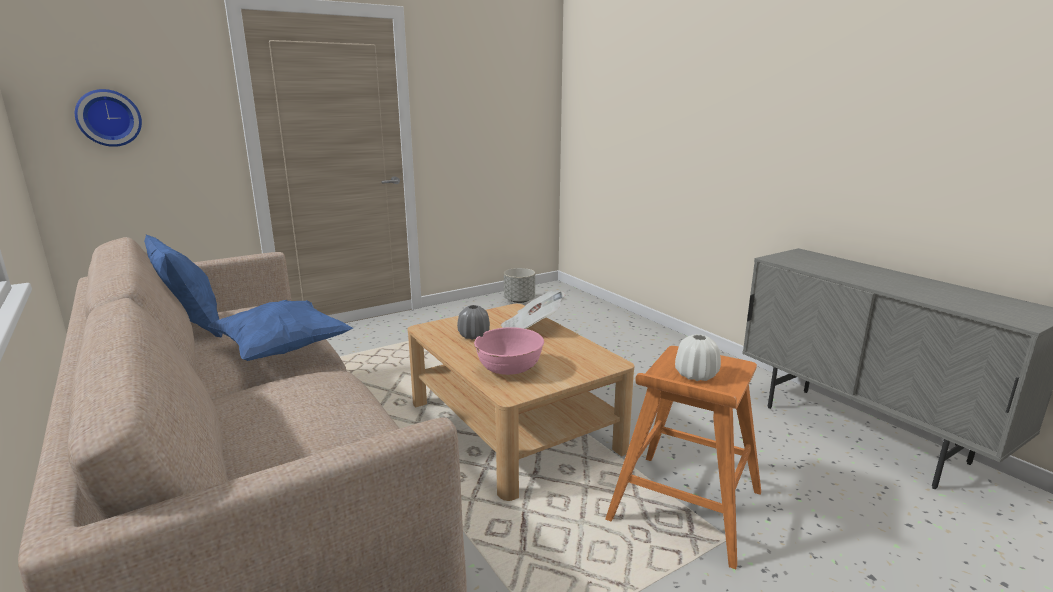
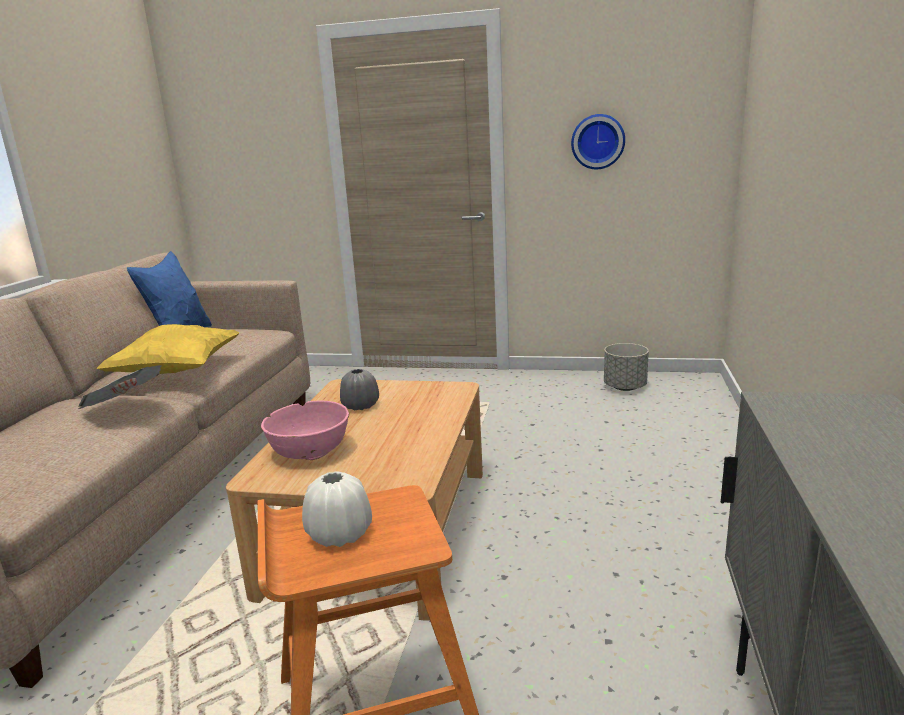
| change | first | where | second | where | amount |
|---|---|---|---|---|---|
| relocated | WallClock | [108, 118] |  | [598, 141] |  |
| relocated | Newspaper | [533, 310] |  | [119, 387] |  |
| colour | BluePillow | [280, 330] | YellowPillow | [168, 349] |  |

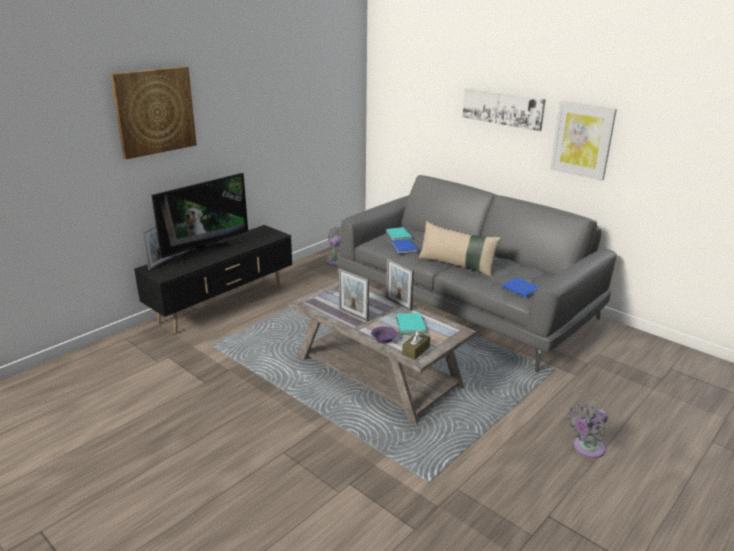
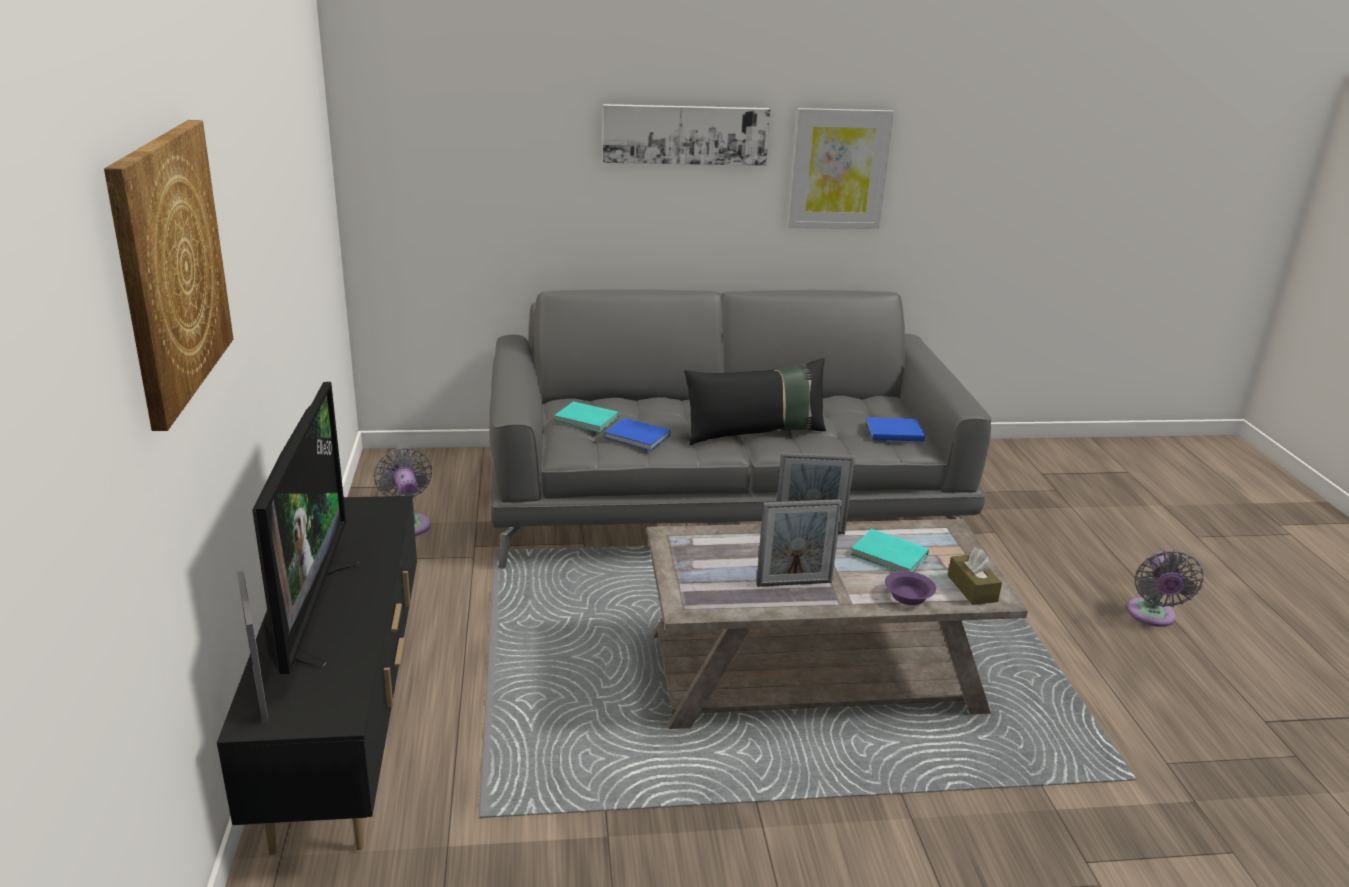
| change | first | where | second | where | amount |
|---|---|---|---|---|---|
| colour | BeigePillow | [460, 249] | BlackPillow | [755, 401] |  |

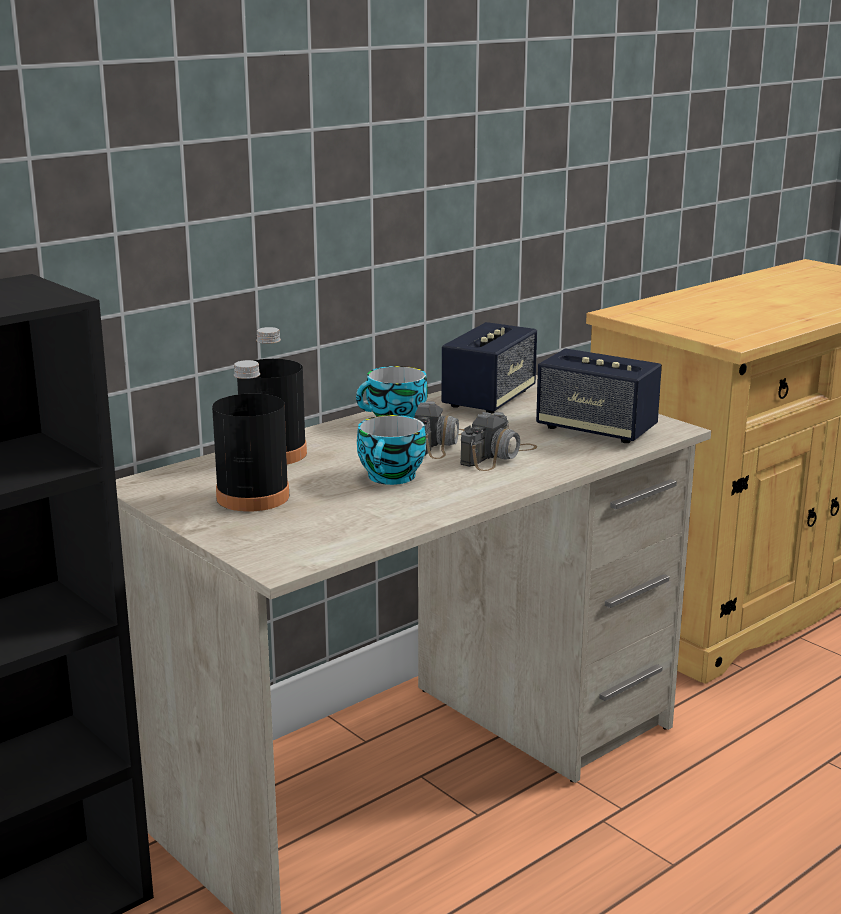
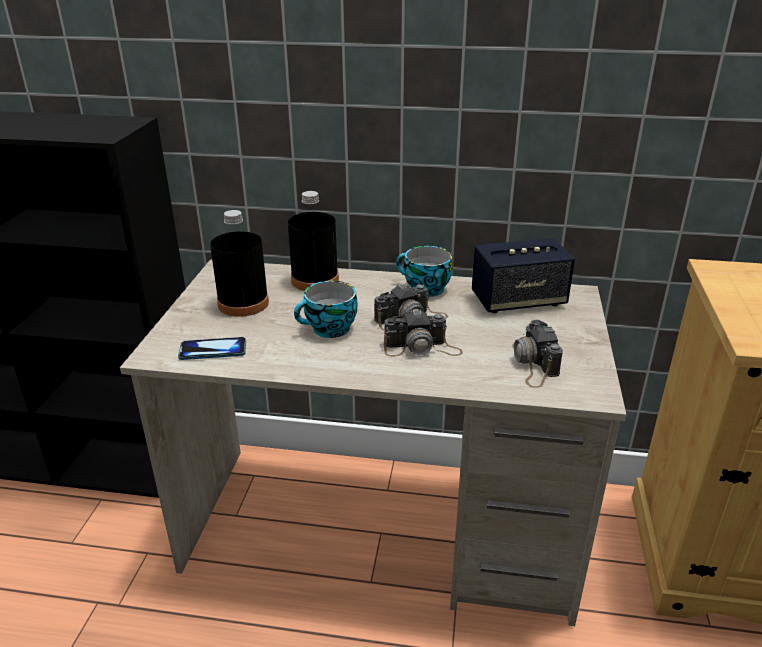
| change | first | where | second | where | amount |
|---|---|---|---|---|---|
| exchanged | Speaker | [599, 395] | PhotoCamera | [537, 354] |  |
| appeared |  |  | Phone | [212, 348] |  |

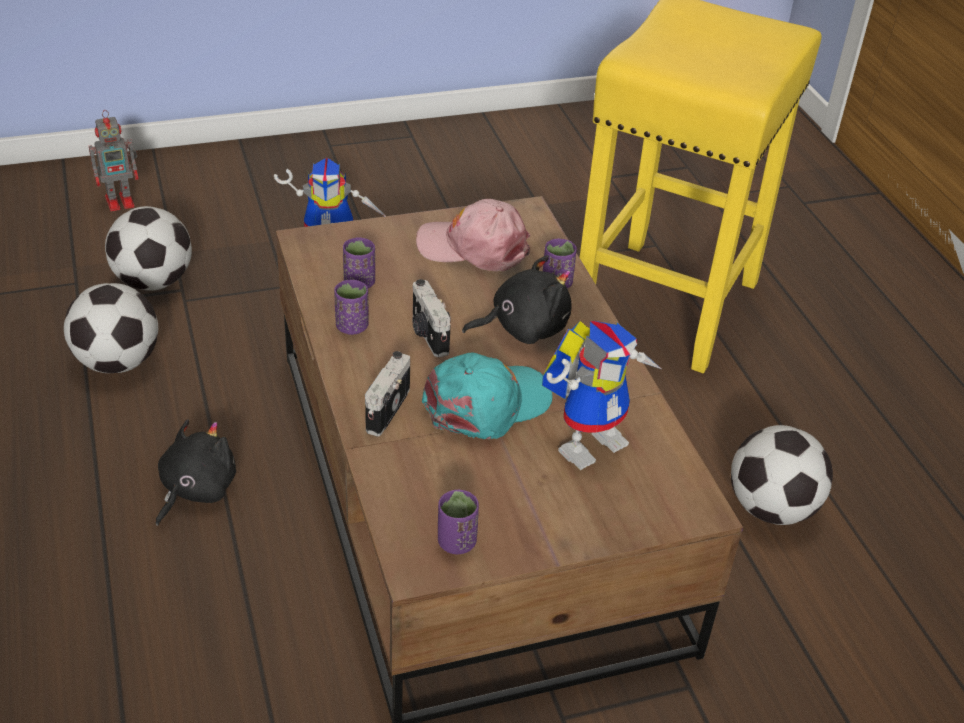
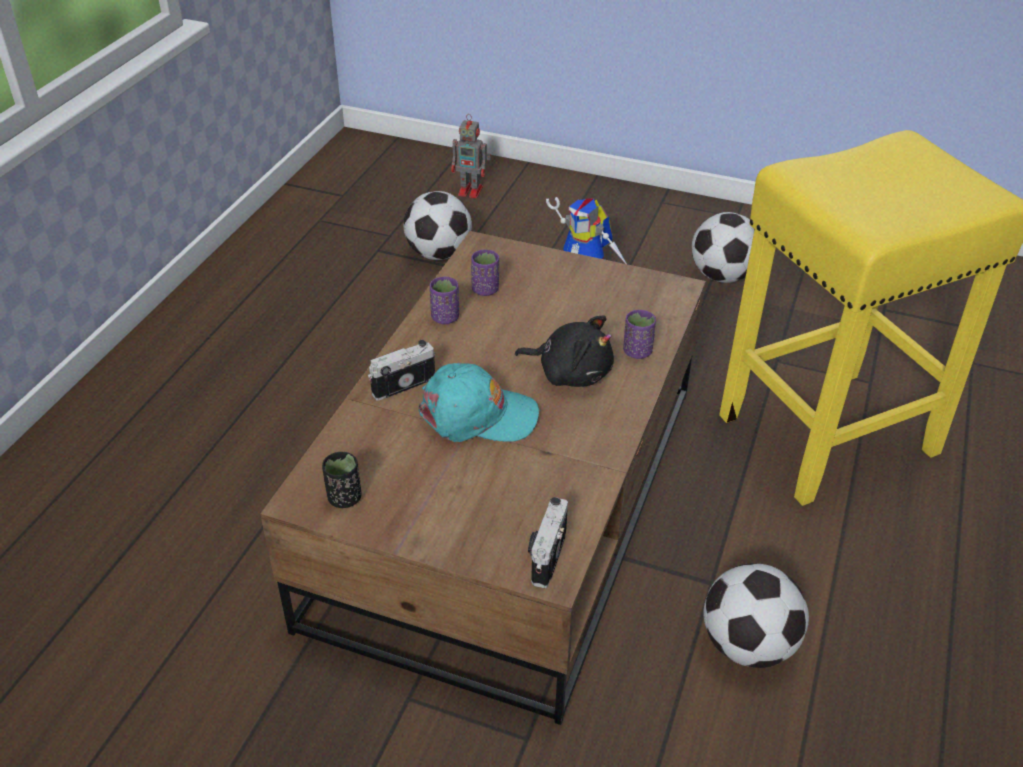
| change | first | where | second | where | amount |
|---|---|---|---|---|---|
| missing | PinkCap | [473, 235] |  |  |  |
| relocated | PhotoCamera | [431, 318] |  | [548, 542] |  |
| relocated | Football | [111, 328] |  | [723, 247] |  |
| missing | ToyRobot | [602, 395] |  |  |  |
| missing | BlackPlushToy | [196, 472] |  |  |  |
| colour | PurpleCup | [458, 521] | BlackCup | [342, 480] |  |

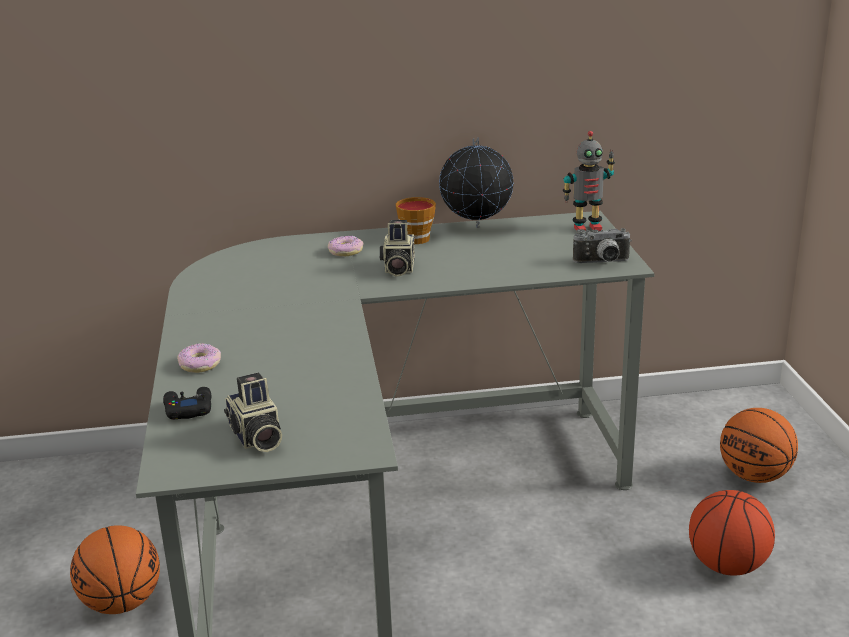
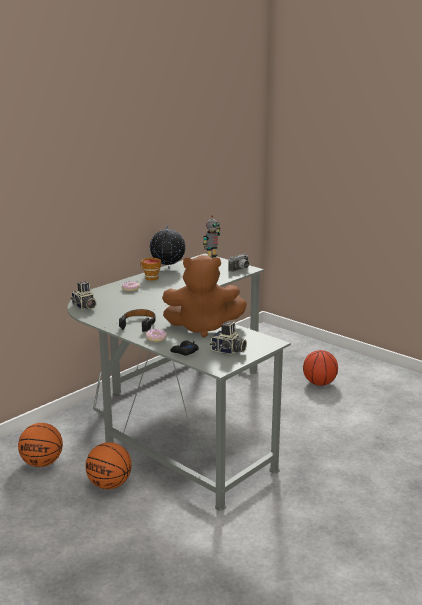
| change | first | where | second | where | amount |
|---|---|---|---|---|---|
| relocated | PhotoCamera | [397, 248] |  | [84, 295] |  |
| relocated | Basketball | [759, 445] |  | [40, 445] |  |
| appeared |  |  | BrownPlushToy | [204, 296] |  |
| appeared |  |  | BlackHeadphones | [137, 320] |  |

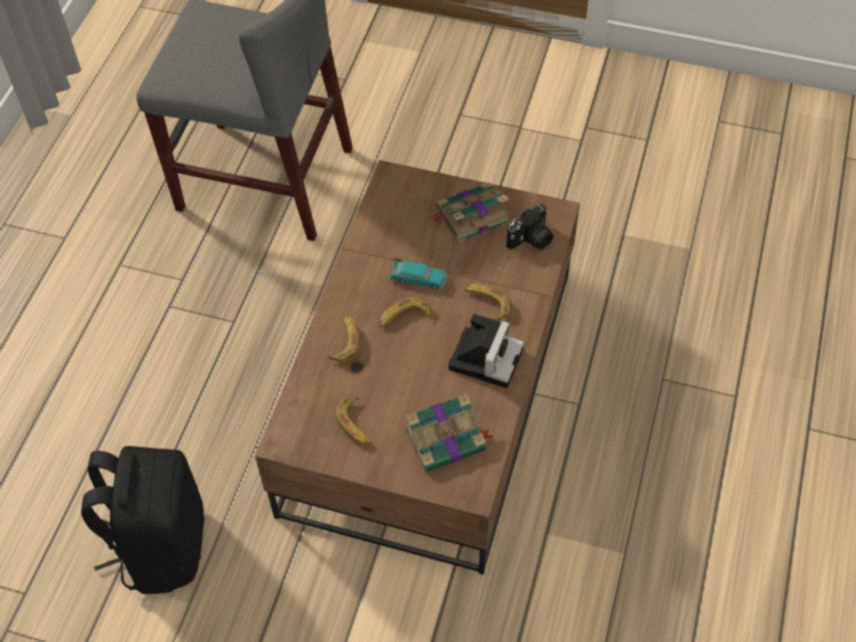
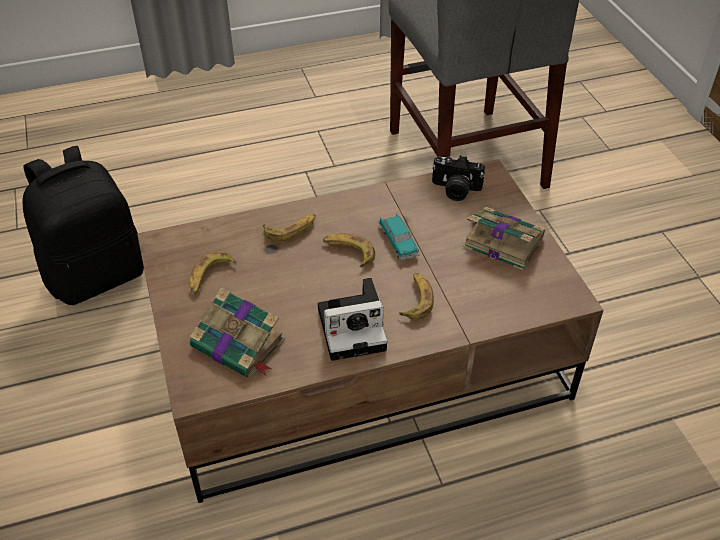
| change | first | where | second | where | amount |
|---|---|---|---|---|---|
| relocated | PhotoCamera | [529, 227] |  | [458, 178] |  |

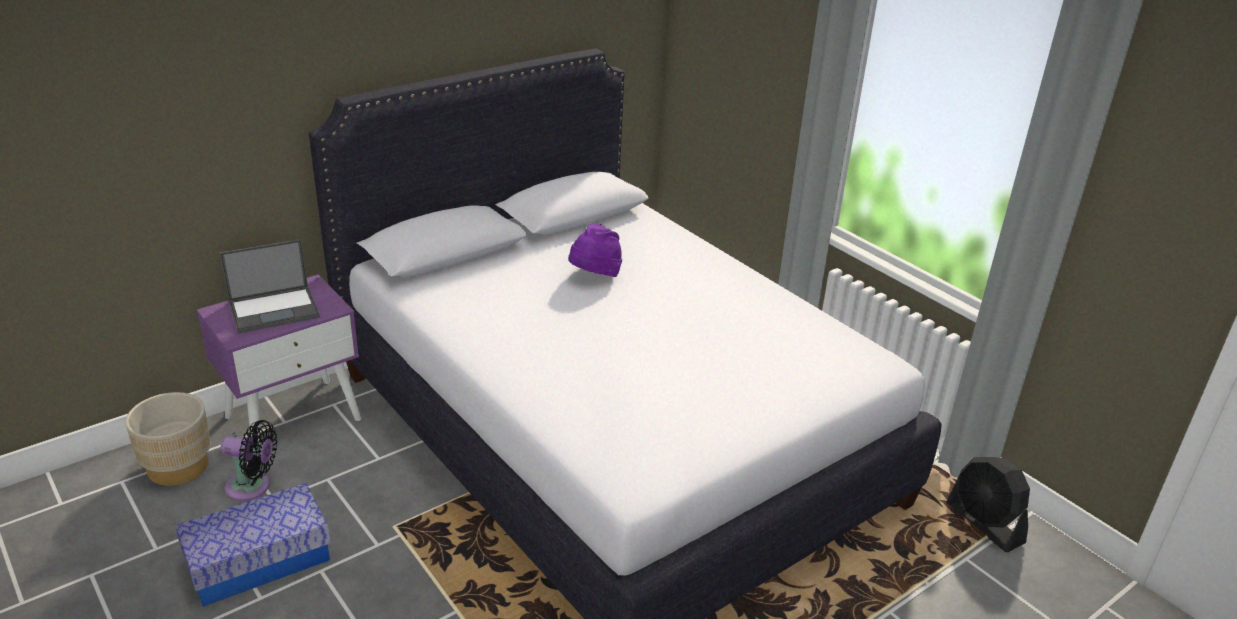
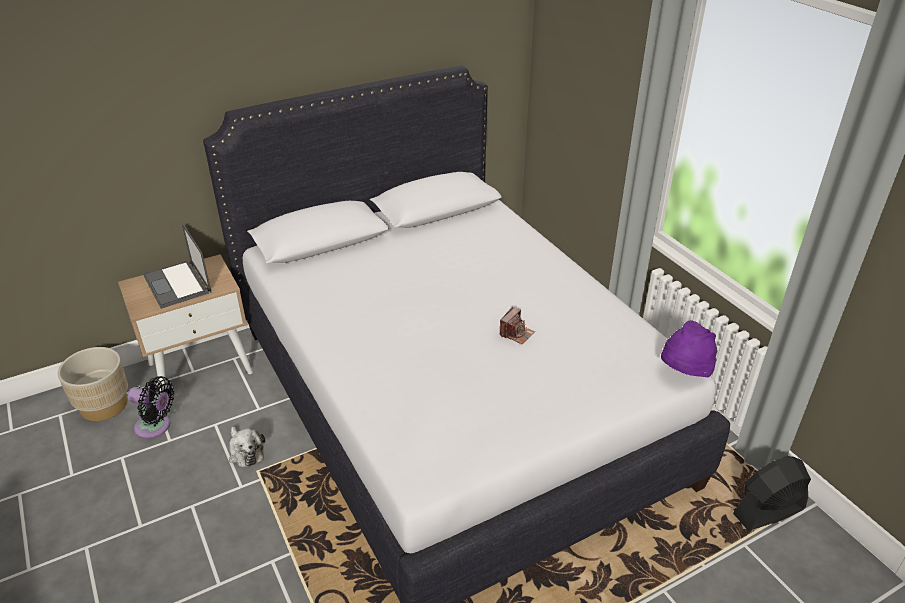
| change | first | where | second | where | amount |
|---|---|---|---|---|---|
| relocated | PurpleHat | [595, 250] |  | [689, 349] |  |
| spun | Laptop | [270, 286] |  | [177, 266] | 75 degrees clockwise |
| colour | PurpleNightstand | [279, 358] | BeigeNightstand | [185, 323] |  |
| spun | BlackFan | [988, 504] |  | [772, 493] | 90 degrees clockwise |
| missing | StorageBox | [253, 545] |  |  |  |
| appeared |  |  | PhotoCamera | [517, 325] |  |
| appeared |  |  | PlushToy | [247, 447] |  |

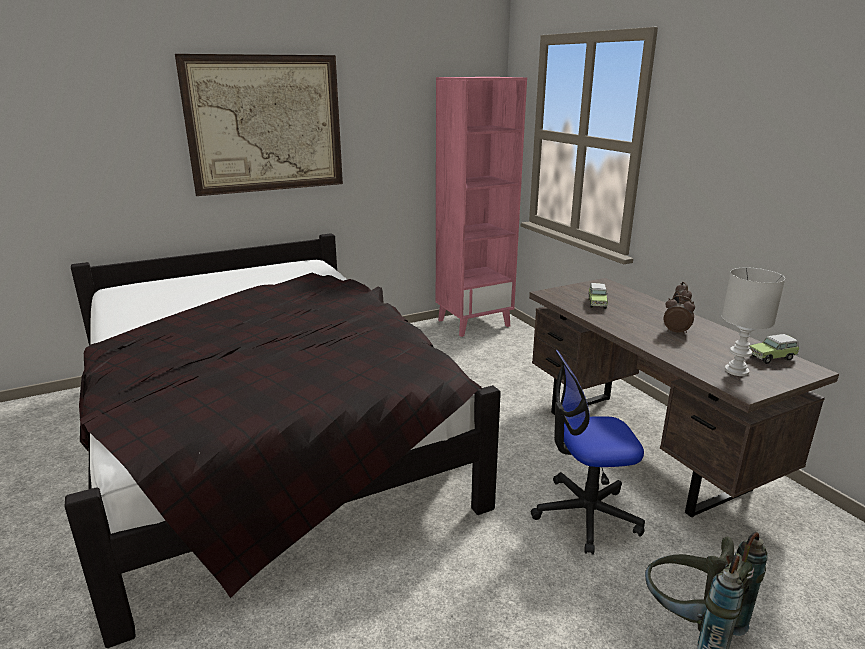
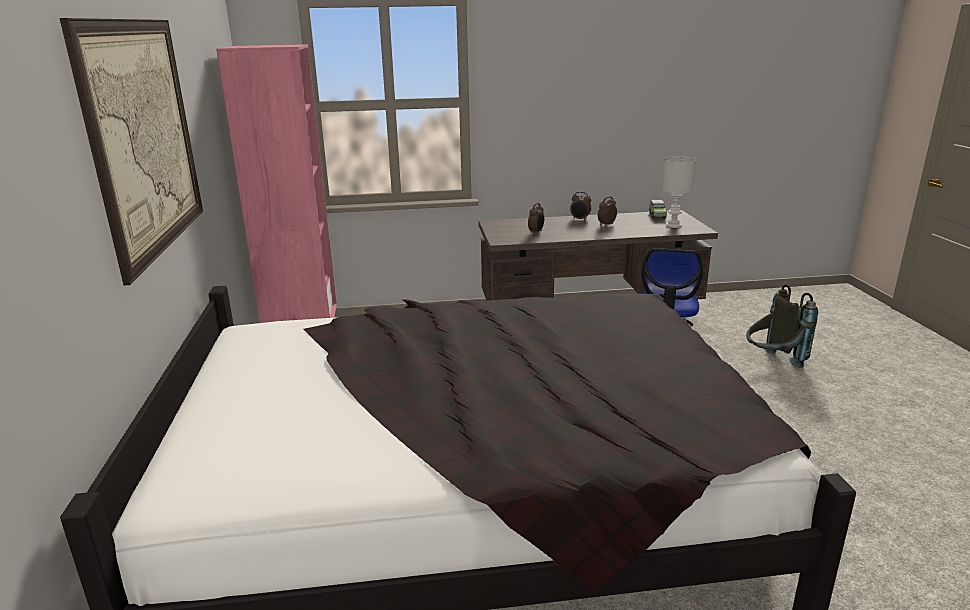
| change | first | where | second | where | amount |
|---|---|---|---|---|---|
| exchanged | ToyCar | [598, 296] | AlarmClock | [536, 218] |  |

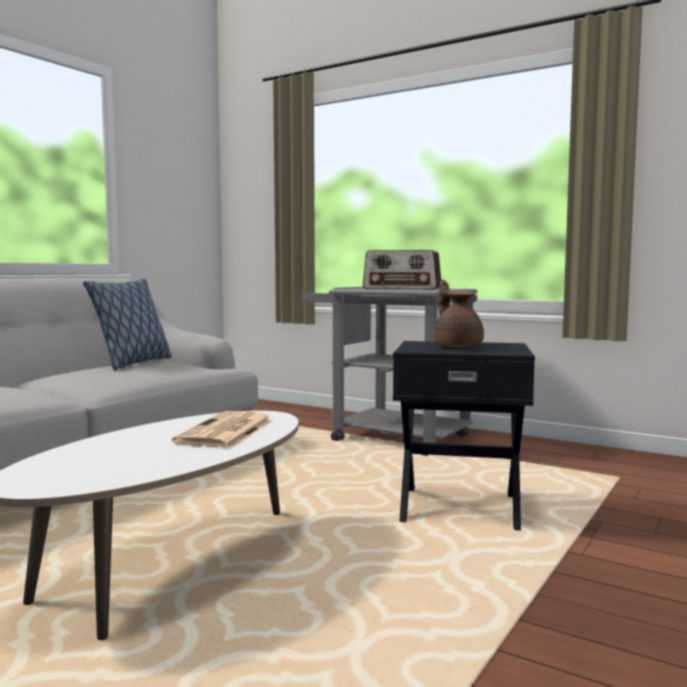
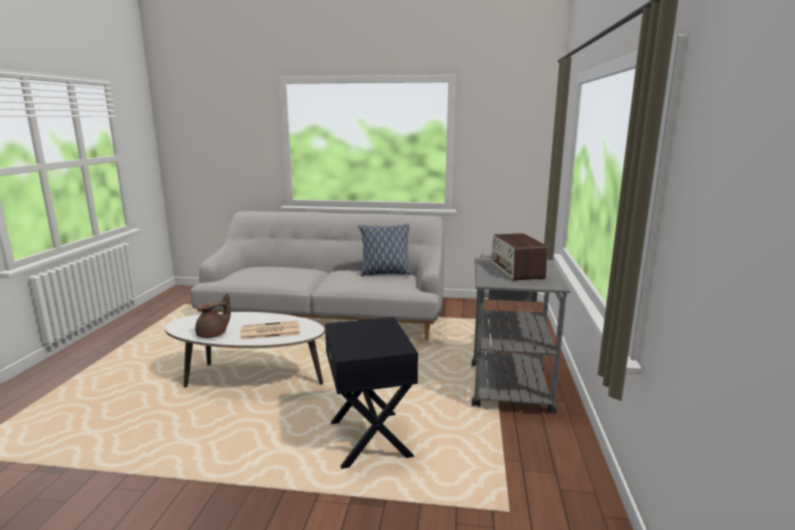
| change | first | where | second | where | amount |
|---|---|---|---|---|---|
| relocated | BrownTeapot | [459, 313] |  | [213, 315] |  |

